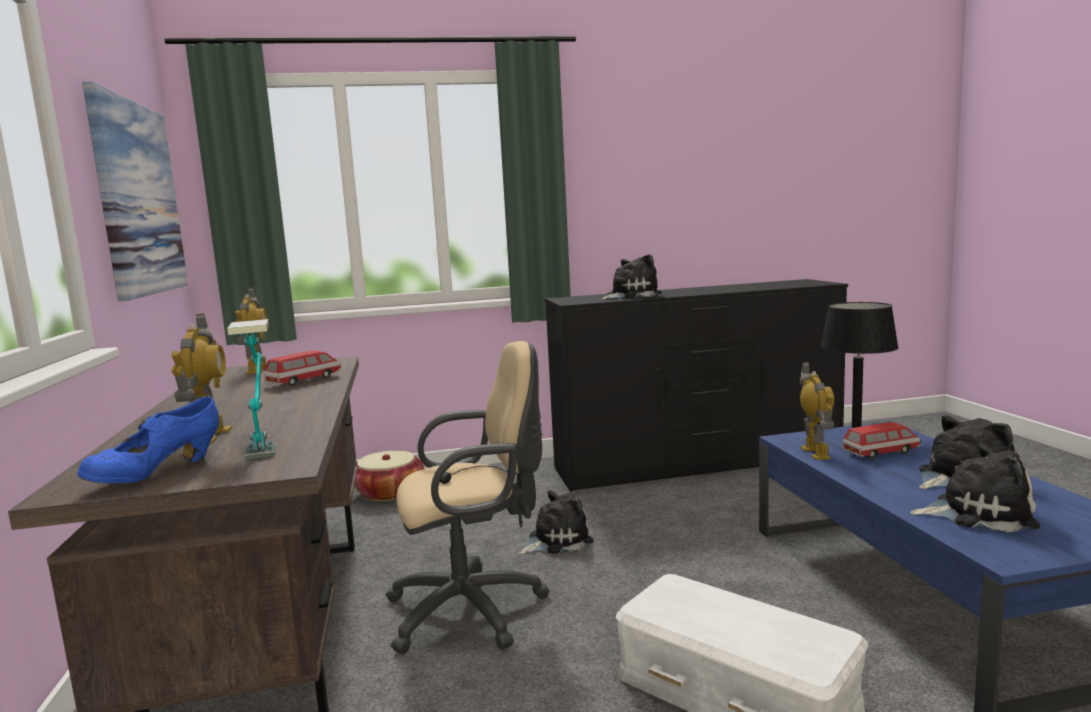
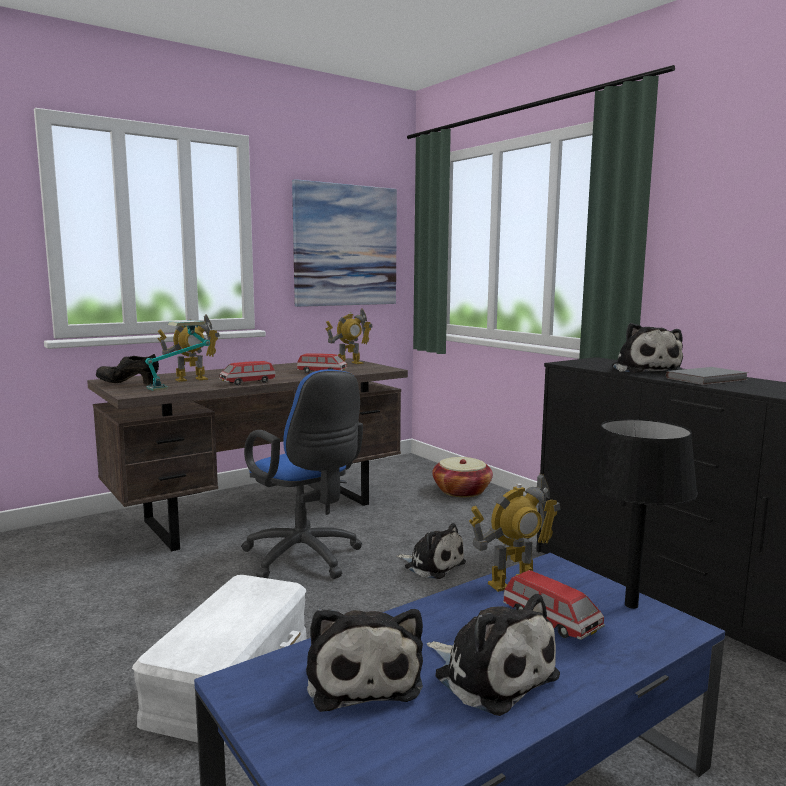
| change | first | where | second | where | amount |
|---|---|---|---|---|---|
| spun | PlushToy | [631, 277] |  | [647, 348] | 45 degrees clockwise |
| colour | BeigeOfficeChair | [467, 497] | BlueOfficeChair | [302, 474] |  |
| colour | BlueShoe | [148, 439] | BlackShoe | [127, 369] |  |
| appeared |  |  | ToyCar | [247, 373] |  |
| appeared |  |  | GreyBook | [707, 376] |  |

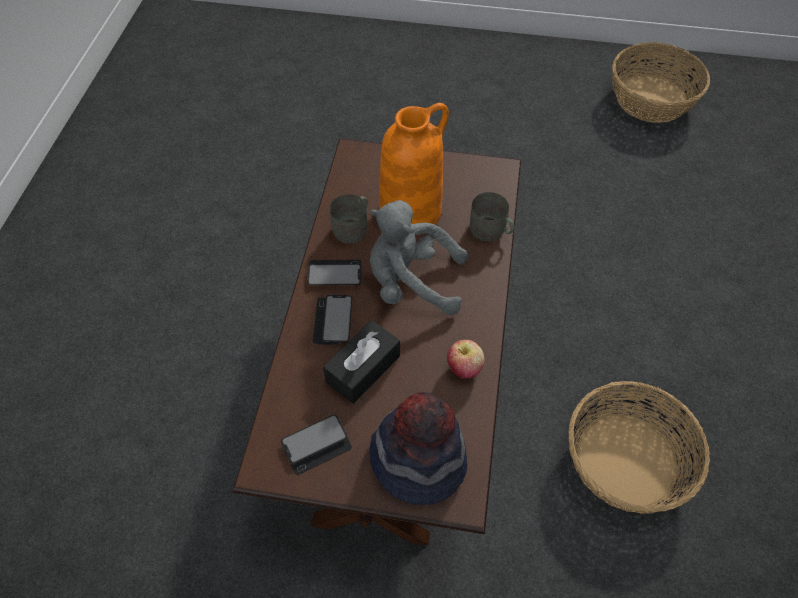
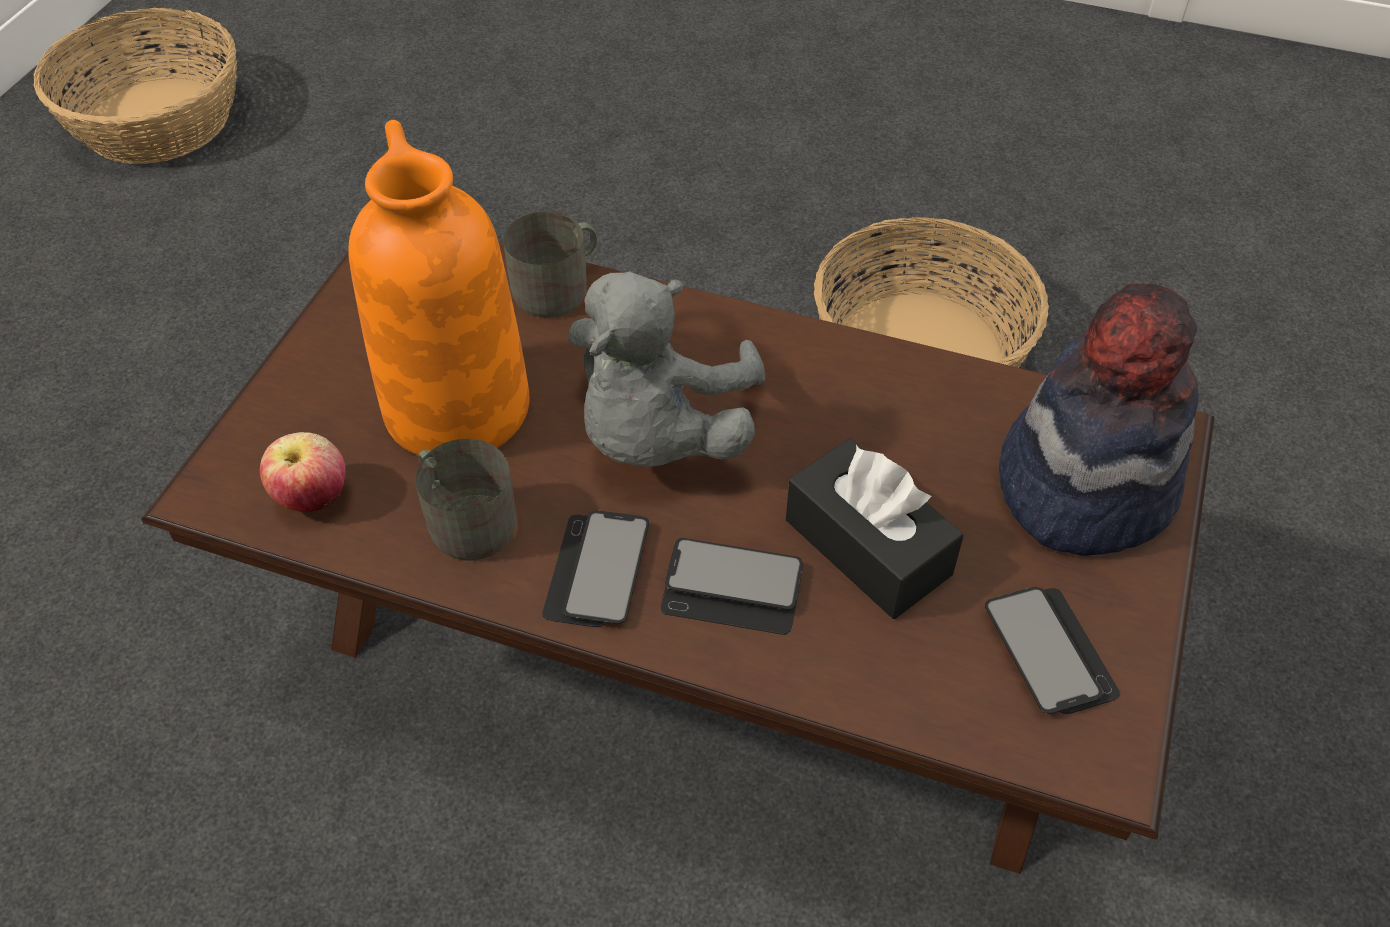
| change | first | where | second | where | amount |
|---|---|---|---|---|---|
| relocated | Apple | [465, 359] |  | [303, 472] |  |

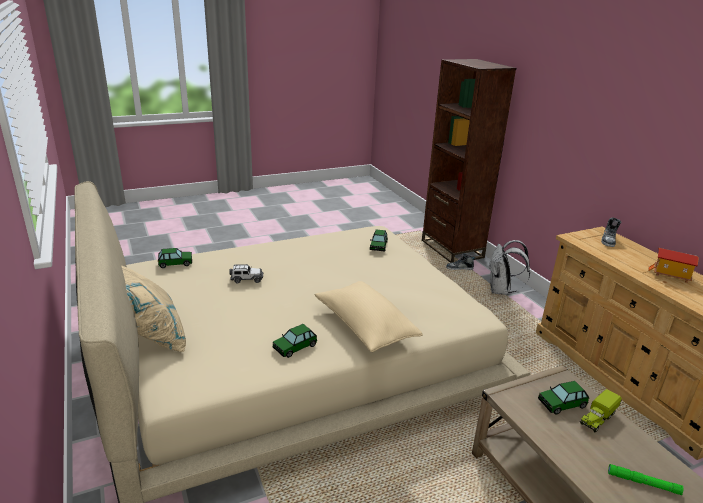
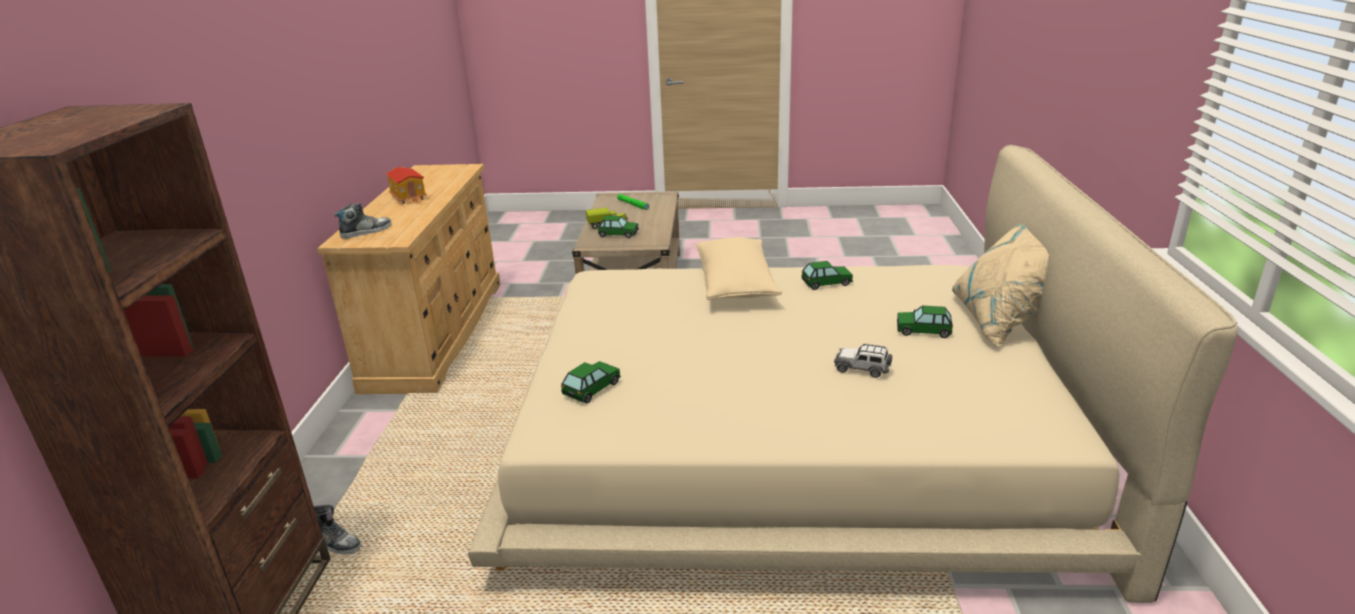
| change | first | where | second | where | amount |
|---|---|---|---|---|---|
| missing | WhiteBackpack | [509, 267] |  |  |  |
| relocated | ToyCar | [175, 258] |  | [925, 321] |  |

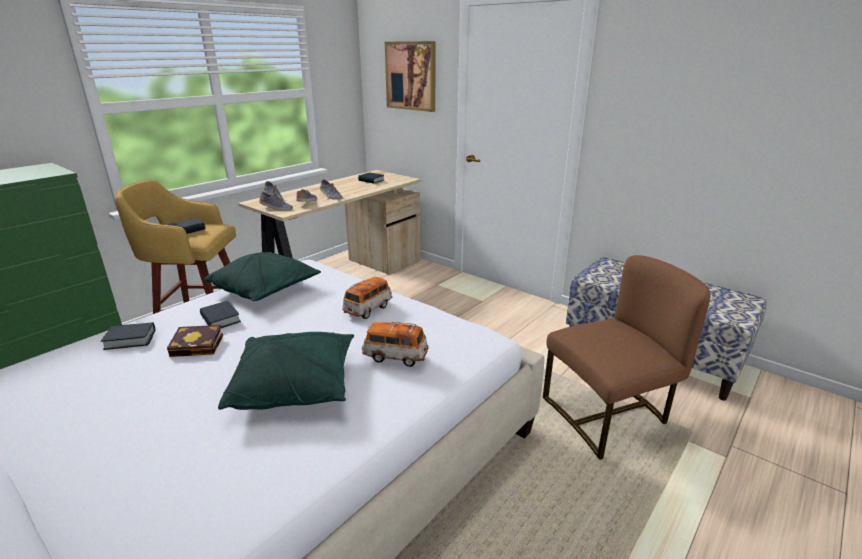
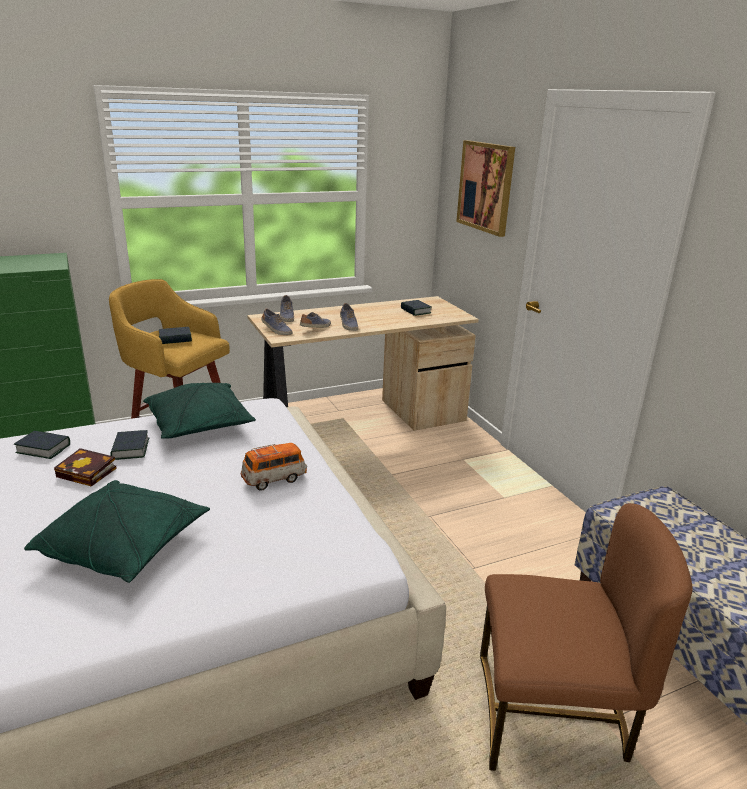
| change | first | where | second | where | amount |
|---|---|---|---|---|---|
| missing | ToyCar | [395, 344] |  |  |  |

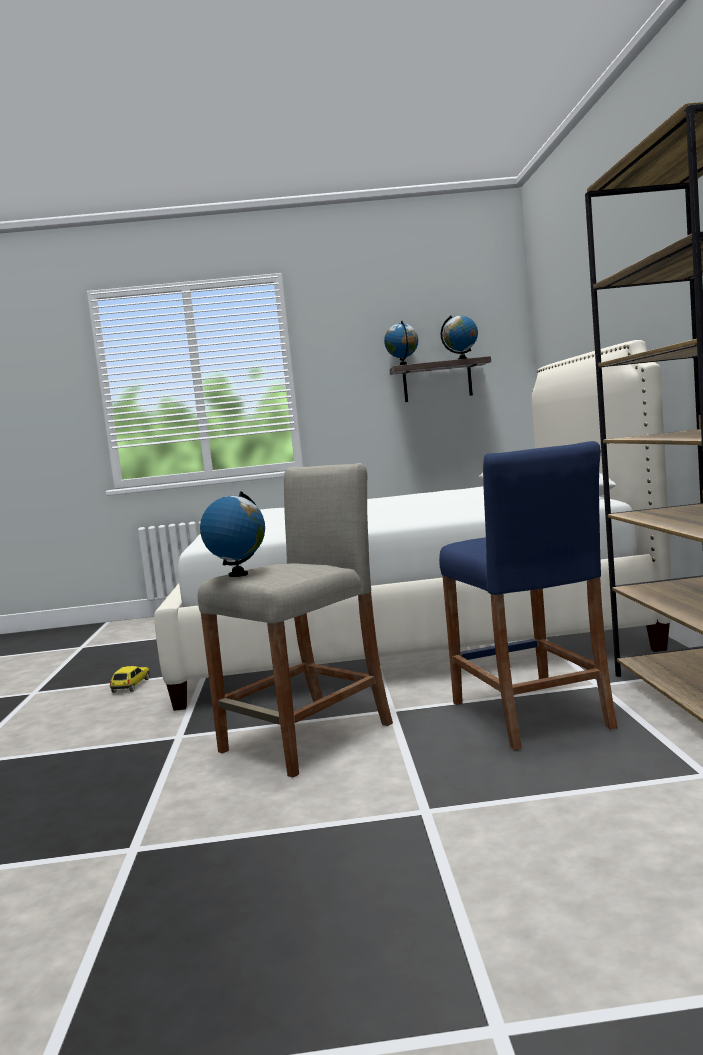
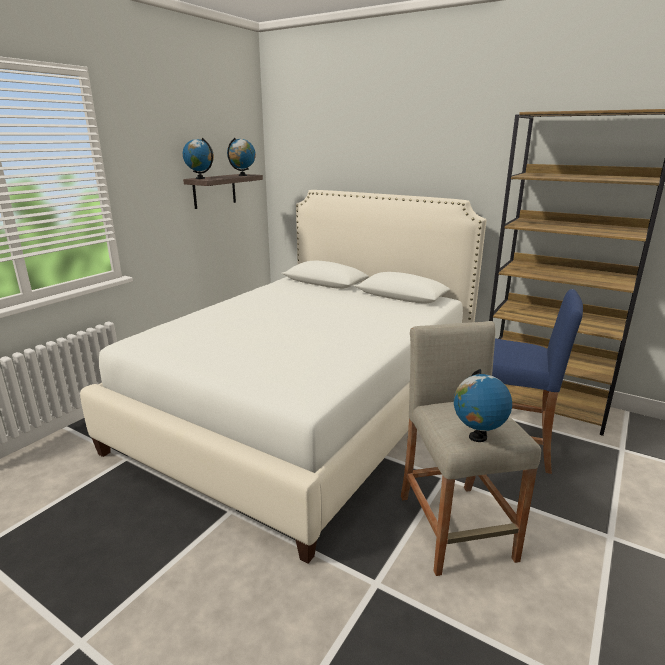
| change | first | where | second | where | amount |
|---|---|---|---|---|---|
| missing | ToyCar | [130, 679] |  |  |  |

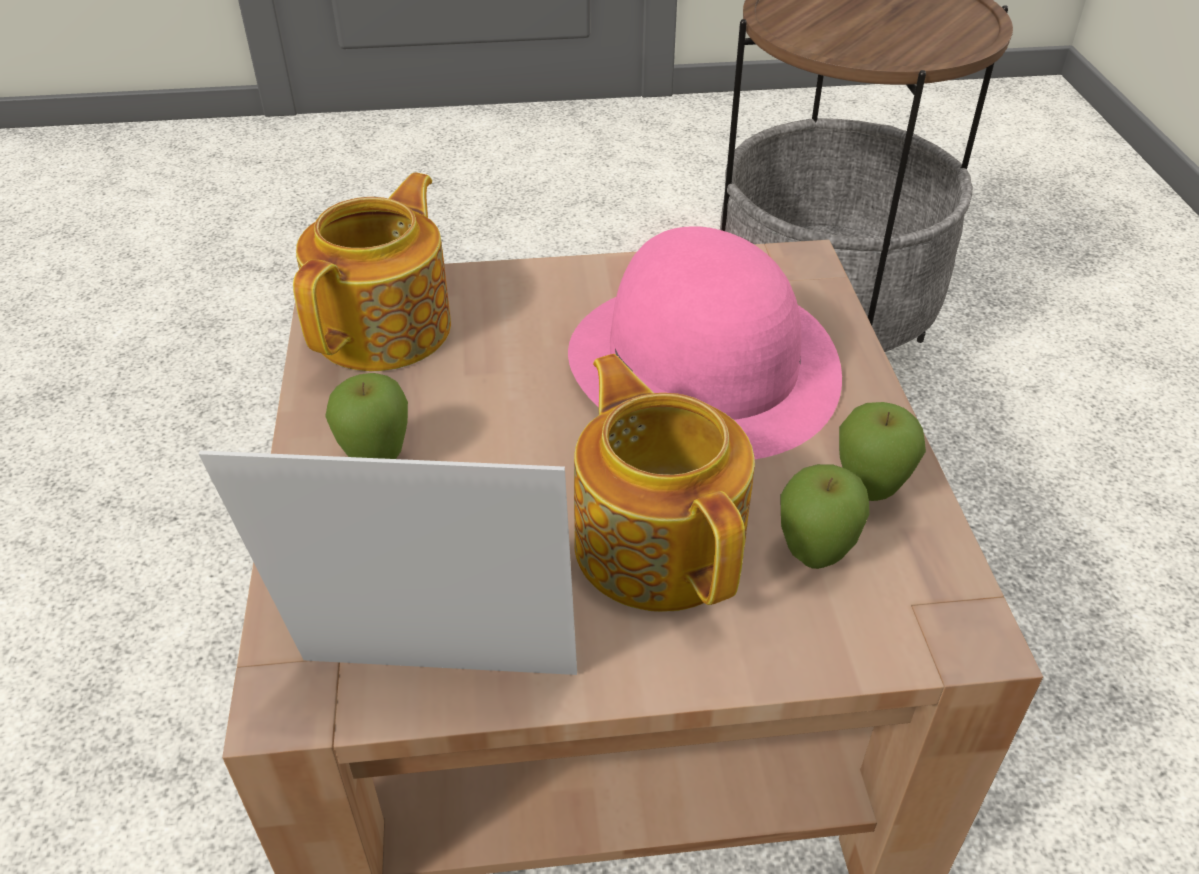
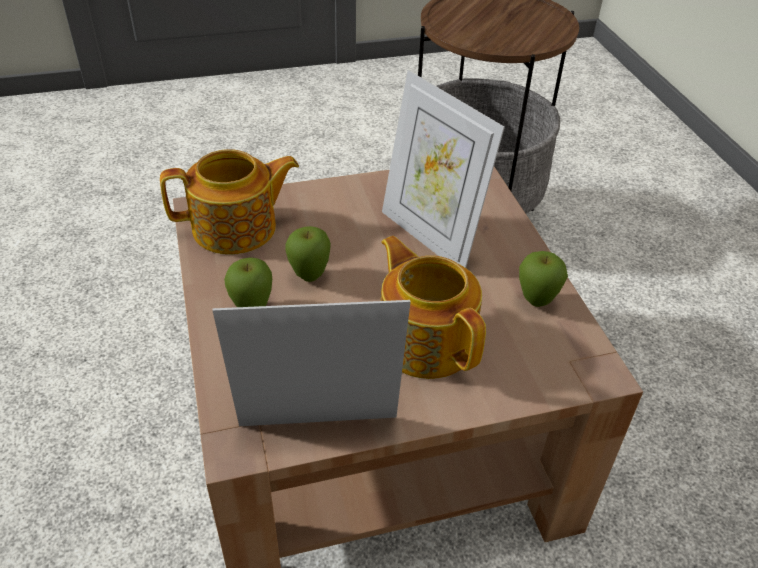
| change | first | where | second | where | amount |
|---|---|---|---|---|---|
| spun | Teapot | [372, 272] |  | [229, 202] | 60 degrees clockwise |
| exchanged | PinkHat | [705, 342] | PictureFrame | [443, 169] |  |
| relocated | Apple | [825, 516] |  | [308, 254] |  |

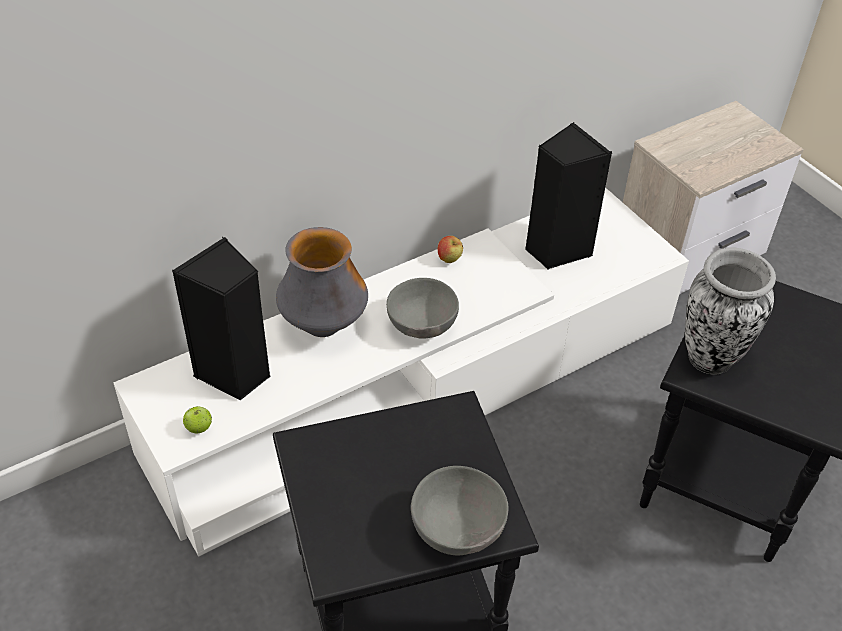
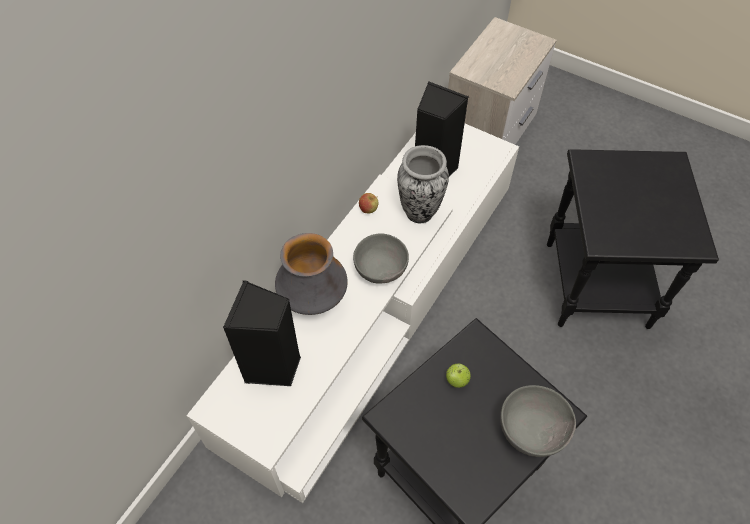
| change | first | where | second | where | amount |
|---|---|---|---|---|---|
| relocated | Vase | [730, 311] |  | [423, 184] |  |
| relocated | Apple | [197, 420] |  | [458, 376] |  |

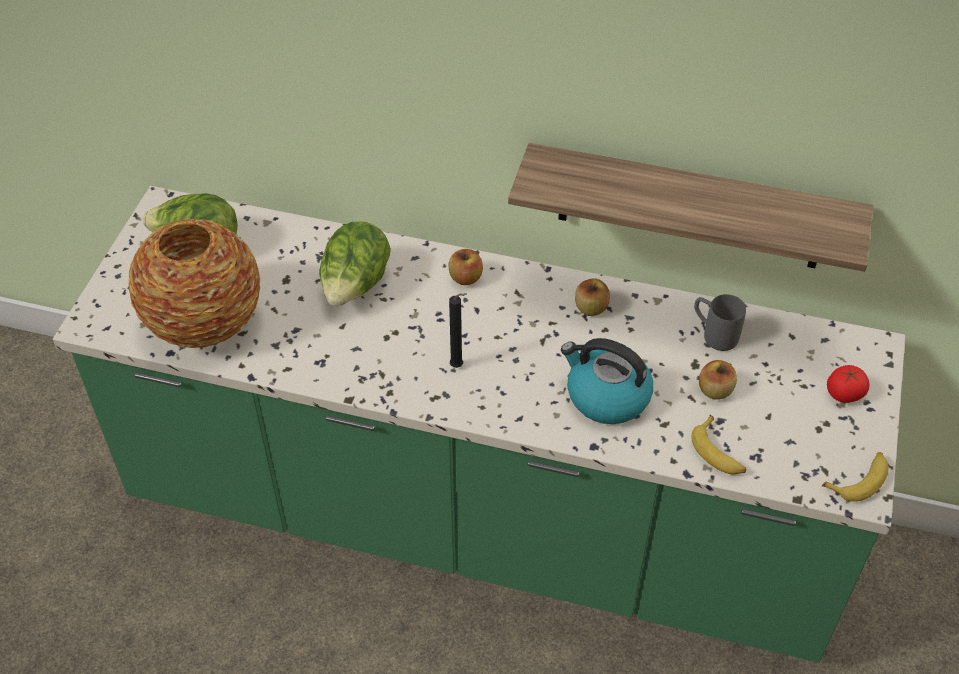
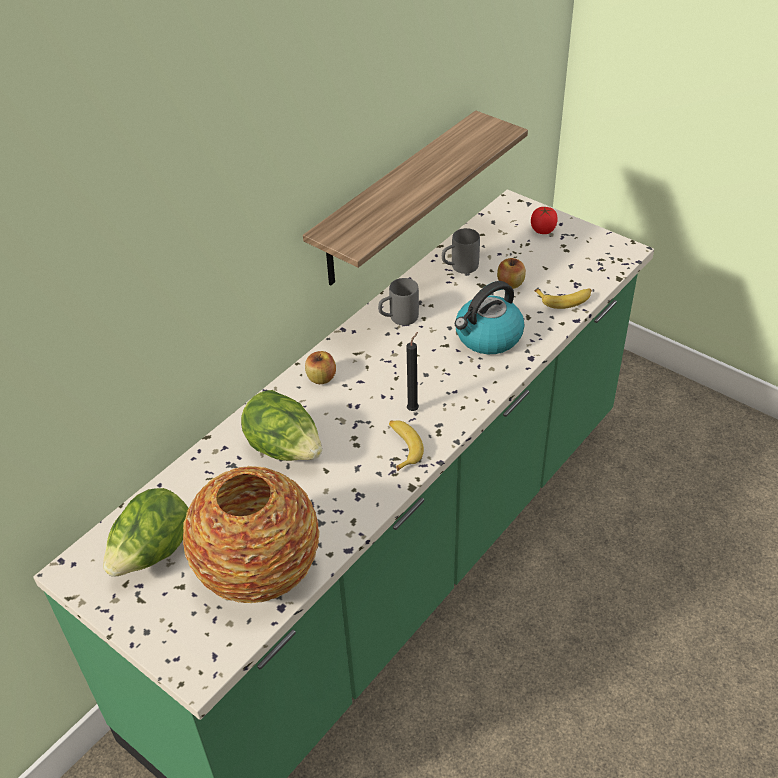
| change | first | where | second | where | amount |
|---|---|---|---|---|---|
| exchanged | Apple | [592, 297] | GreyMug | [398, 301] |  |
| relocated | Banana | [855, 477] |  | [406, 445] |  |

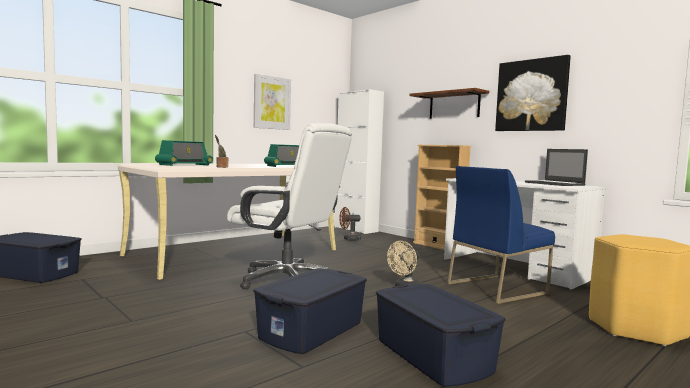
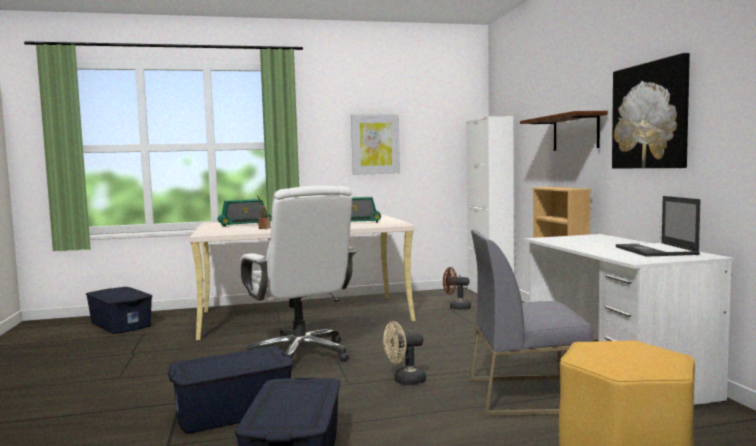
| change | first | where | second | where | amount |
|---|---|---|---|---|---|
| colour | BlueChair | [501, 235] | GreyChair | [531, 323] |  |

